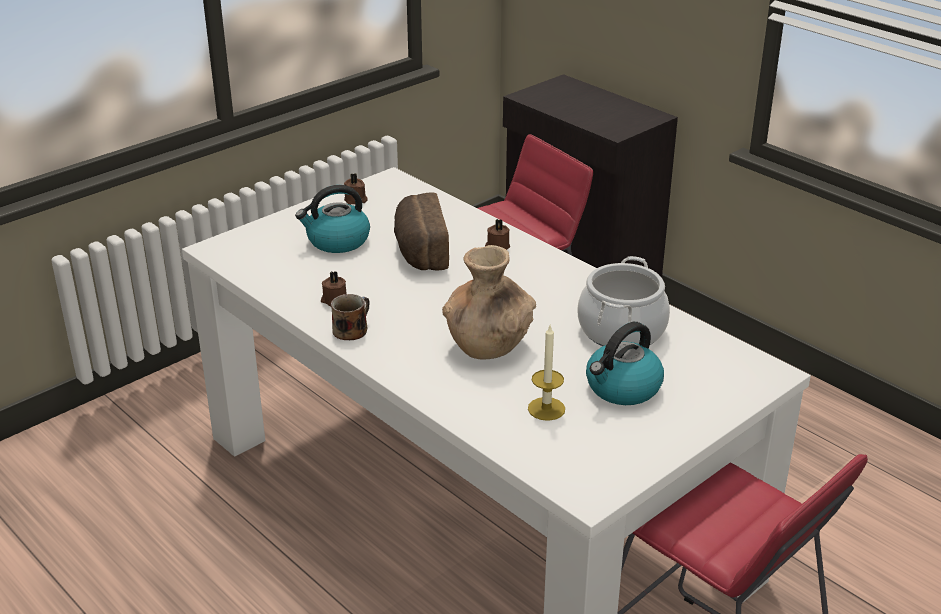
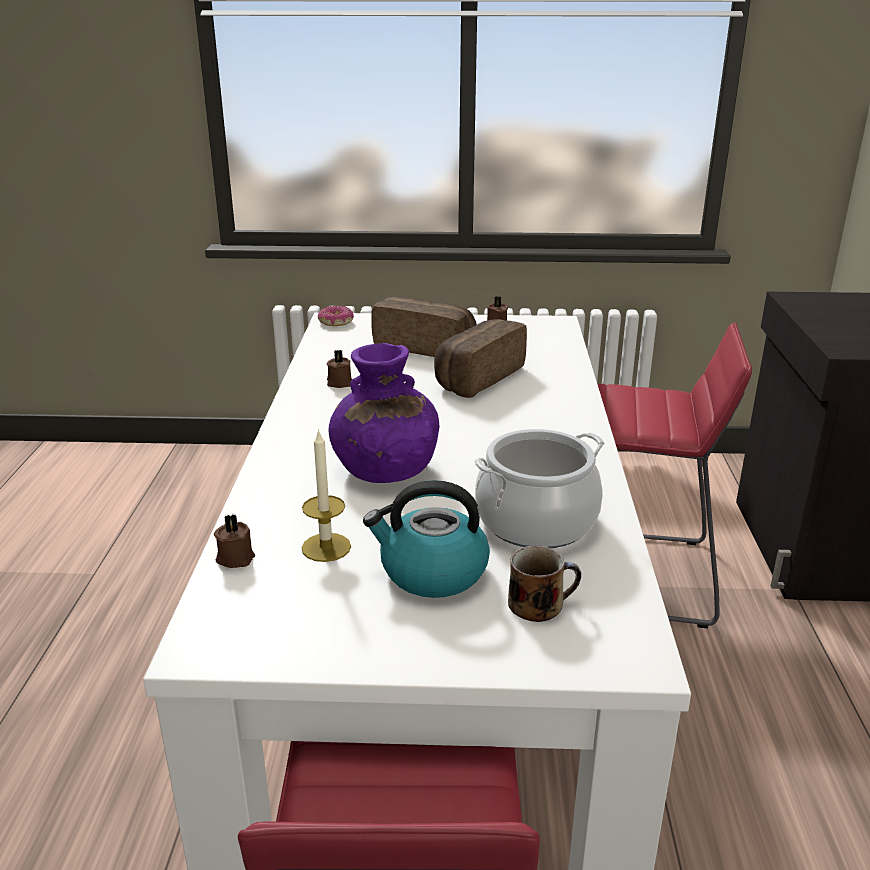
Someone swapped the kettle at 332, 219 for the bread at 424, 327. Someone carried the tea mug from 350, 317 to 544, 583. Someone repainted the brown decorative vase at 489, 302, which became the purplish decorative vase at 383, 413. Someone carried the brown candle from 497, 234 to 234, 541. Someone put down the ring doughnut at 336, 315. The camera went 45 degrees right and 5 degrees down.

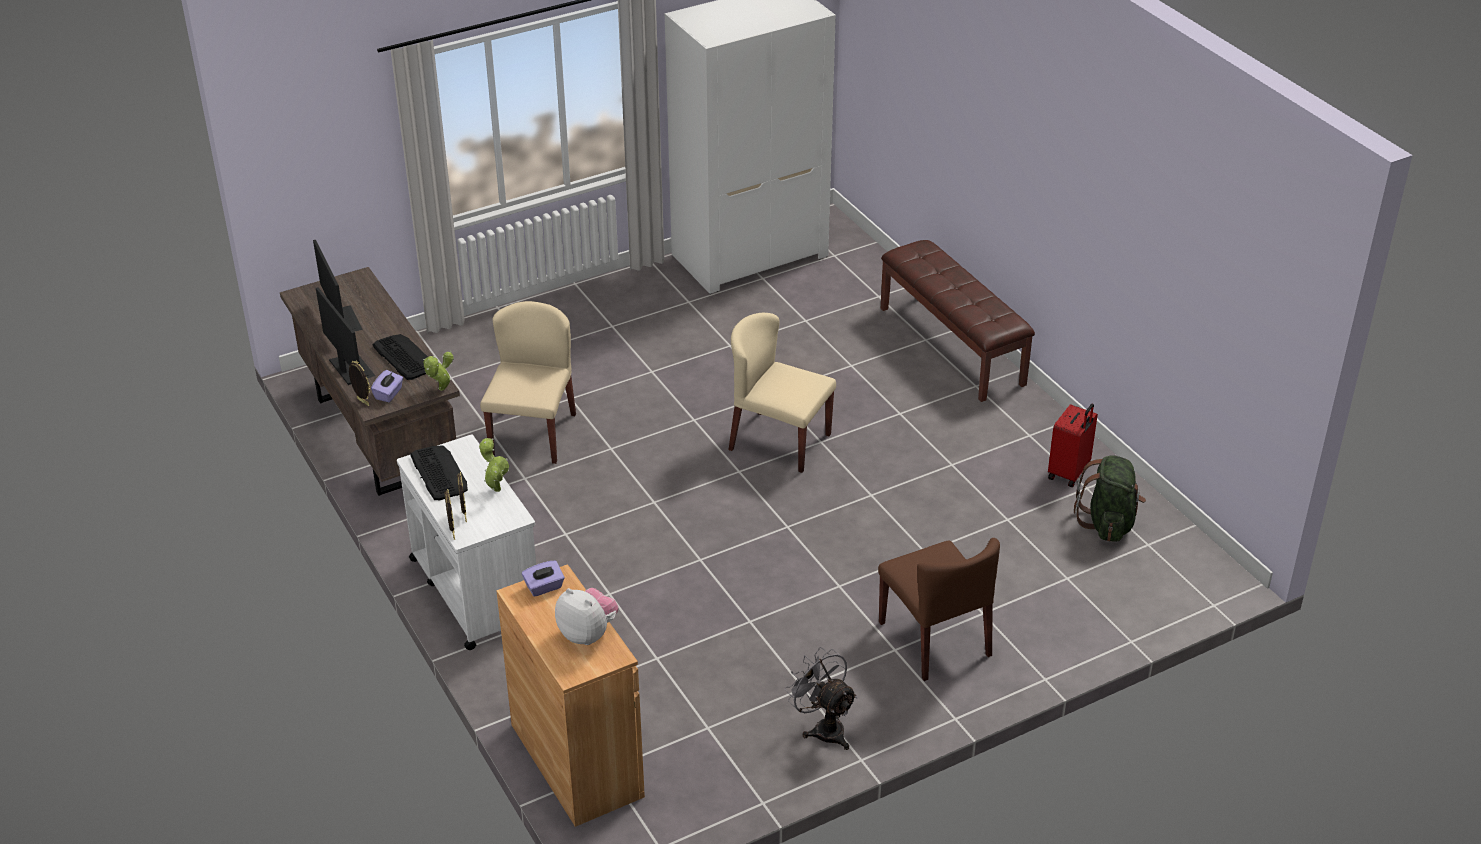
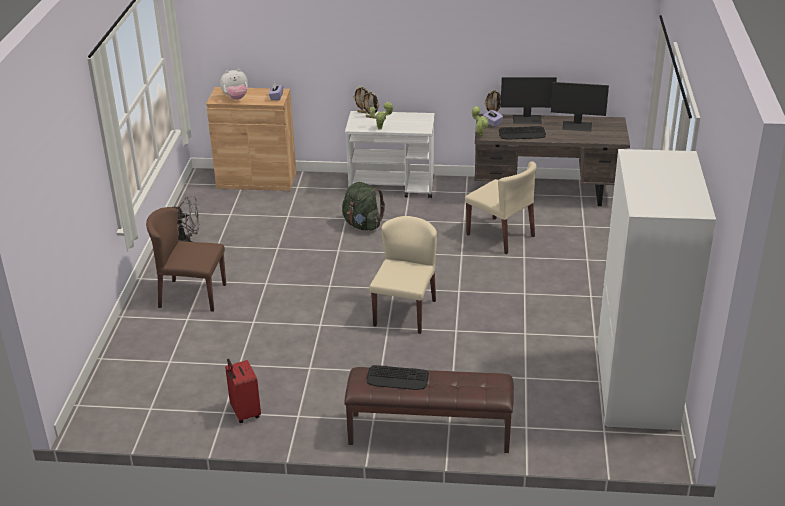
Someone carried the computer keyboard from 439, 472 to 397, 377. Someone rotated the sand-coloured upright chair at 782, 393 by 45 degrees counterclockwise. Someone carried the green backpack from 1110, 499 to 363, 206. The camera went 125 degrees right and 5 degrees down.

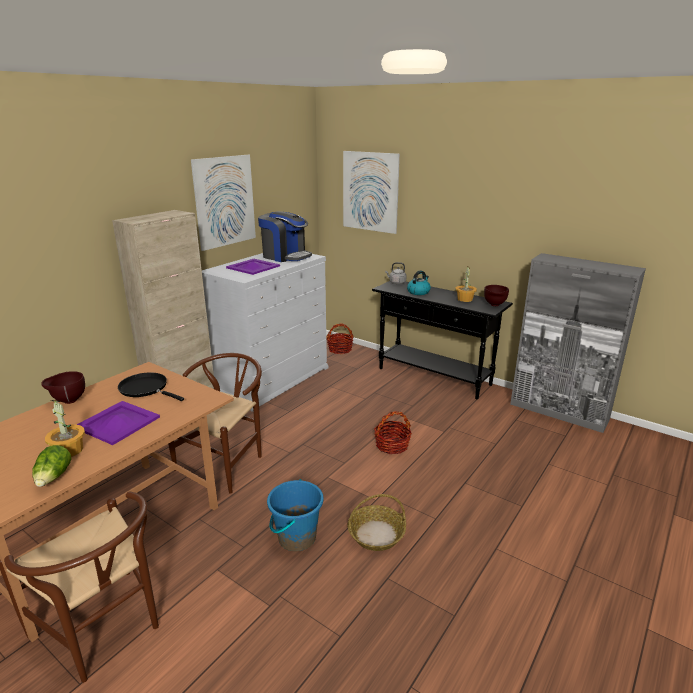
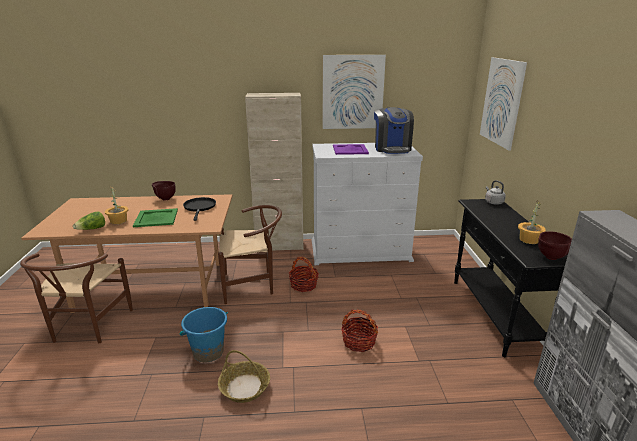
Someone repainted the purplish tray at 118, 423, which became the green tray at 155, 217. Someone carried the household basket from 339, 338 to 304, 274. Someone took away the kettle at 419, 282. The camera went 50 degrees right and 0 degrees up.

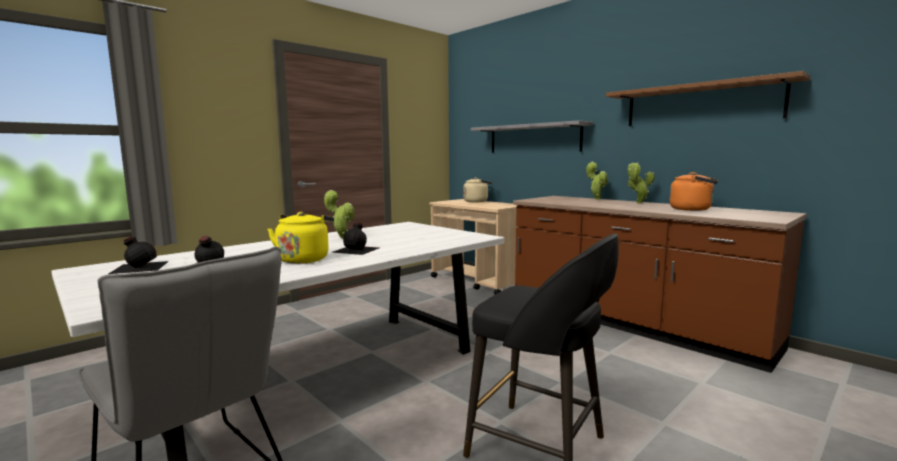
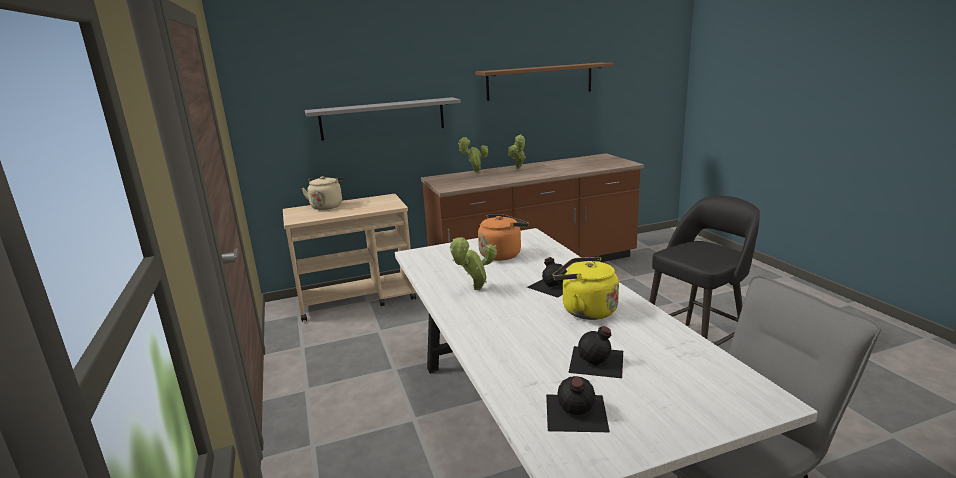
Someone carried the orange kettle from 693, 191 to 503, 237. The camera went 65 degrees left and 10 degrees up.

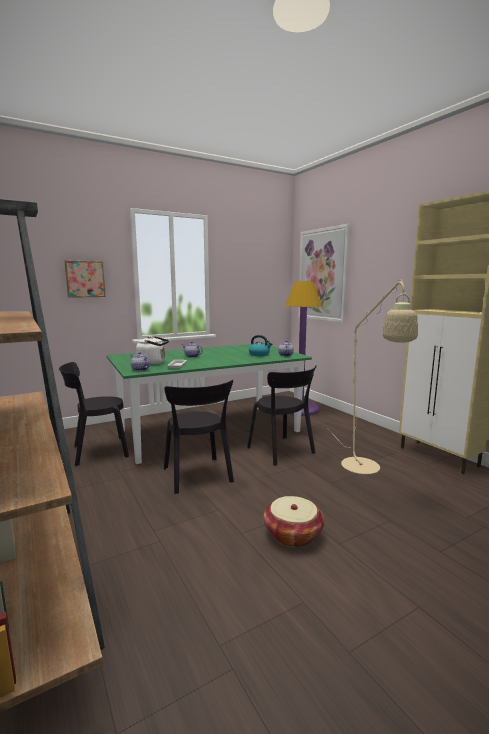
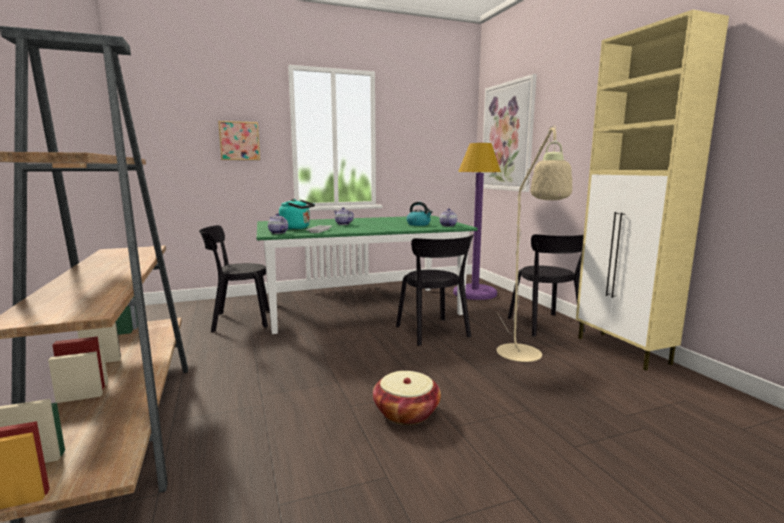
Someone repainted the whitish kettle at 152, 350, which became the blue-green kettle at 297, 214. Someone carried the black-coloured upright chair from 199, 437 to 546, 285. The camera went 10 degrees right and 0 degrees up.

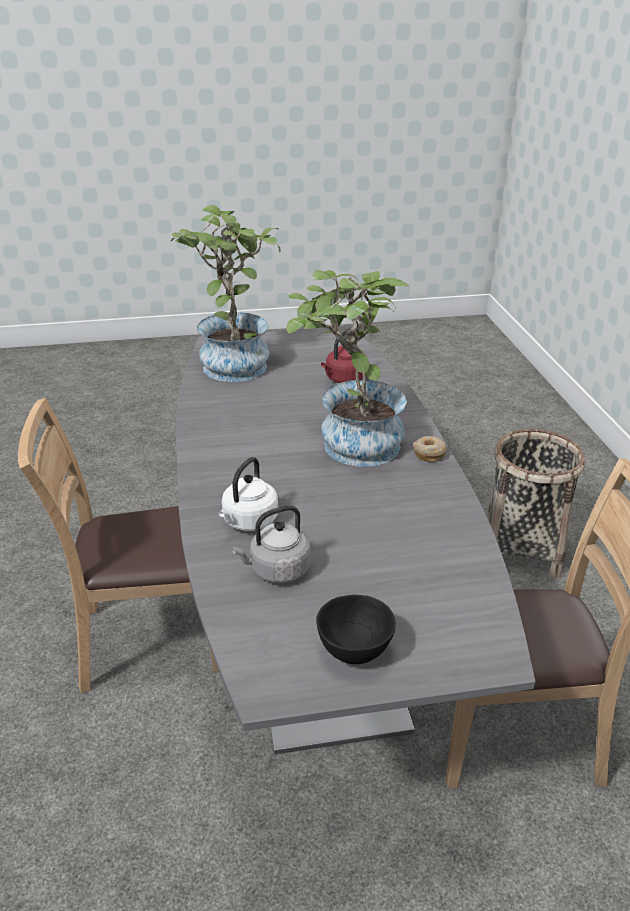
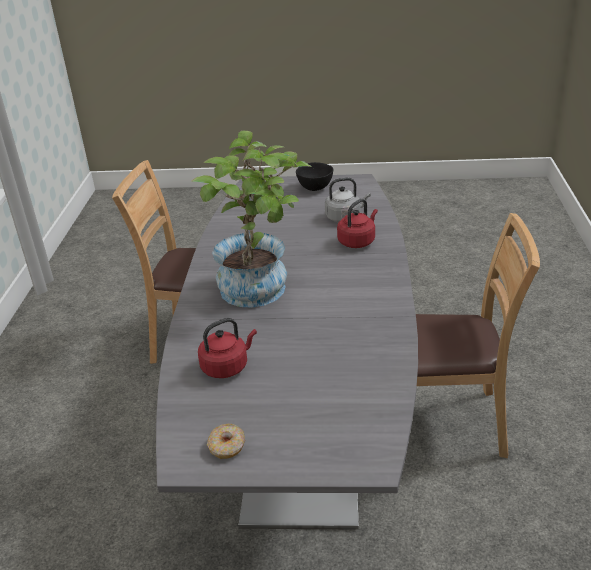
Someone took away the potted plant at 226, 293. Someone repainted the whitish kettle at 248, 494, which became the red kettle at 357, 223. Someone carried the ring doughnut from 430, 449 to 226, 441. Someone took away the household basket at 536, 503. The camera went 165 degrees left and 0 degrees up.

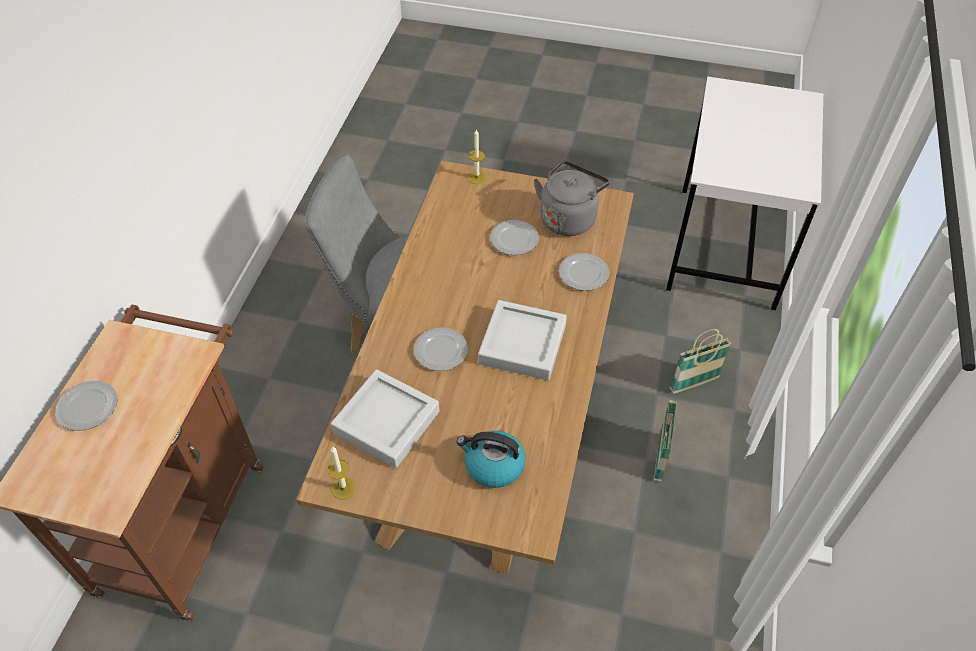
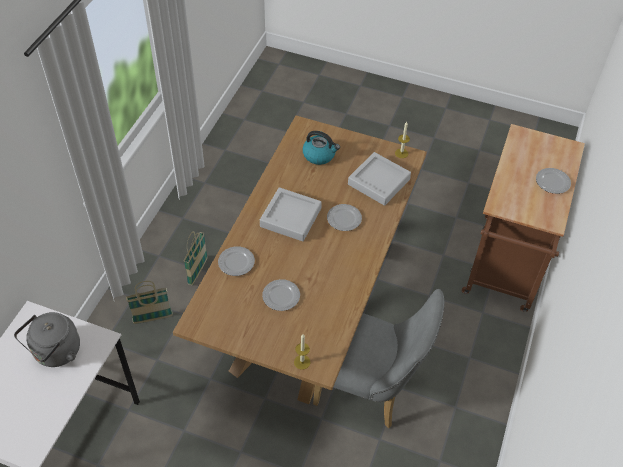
Someone carried the grey kettle from 572, 198 to 47, 339. The camera went 175 degrees left and 0 degrees up.

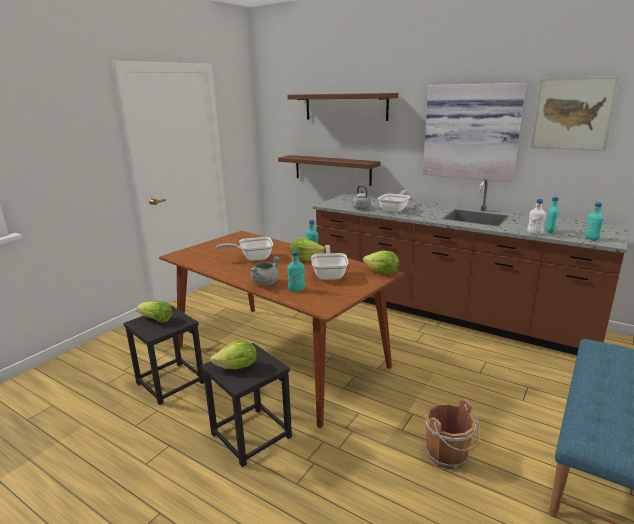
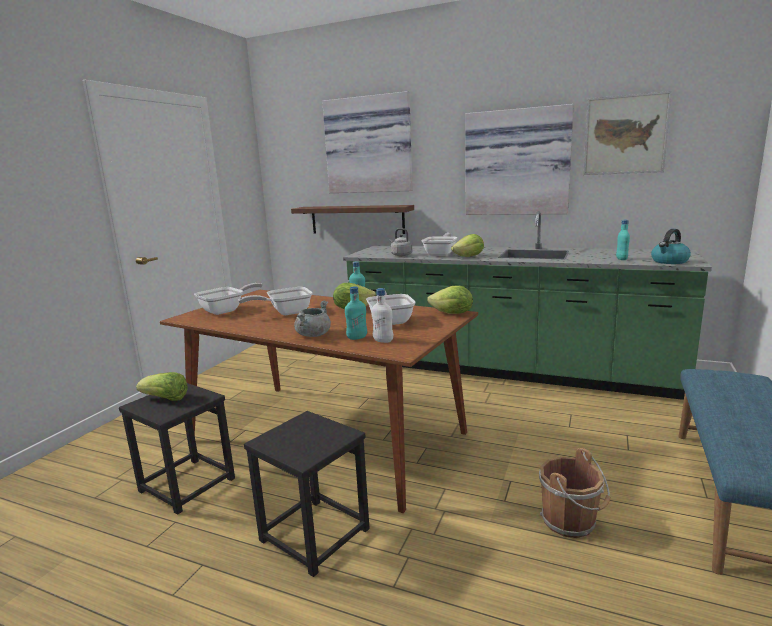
Someone carried the head of lettuce from 233, 354 to 467, 245. Someone swapped the brown shelf at 343, 107 for the picture at 367, 142. Someone repainted the brown kitchen counter at 470, 266, which became the green kitchen counter at 527, 305. Someone carried the whitish beverage bottle from 536, 217 to 382, 315. Someone swapped the blue-green beverage bottle at 594, 221 for the kettle at 671, 246. Someone put down the pan at 228, 299. The camera went 10 degrees left and 5 degrees down.

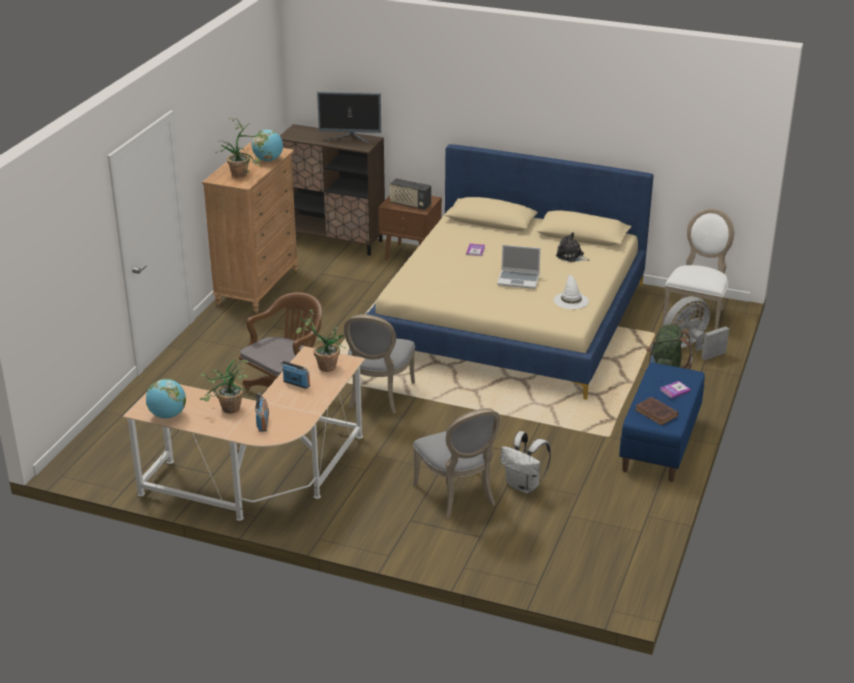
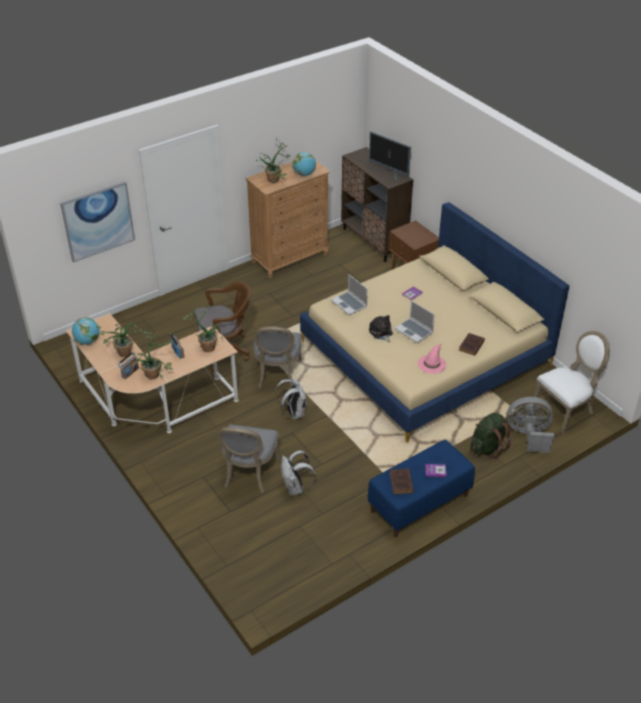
Someone rotated the grey upright chair at 379, 363 by 45 degrees counterclockwise. Someone took away the radio set at 410, 194. Someone repainted the whitish wearable hat at 571, 291, which became the pink-coloured wearable hat at 432, 359. Someone carried the soft toy from 573, 247 to 381, 328. Someone put up the picture at 97, 222. Someone put down the potted plant at 152, 355. Someone put down the whitish backpack at 291, 399. Someone put down the notebook computer at 349, 294. Someone put down the brown volume at 472, 344. The camera went 35 degrees right and 10 degrees up.

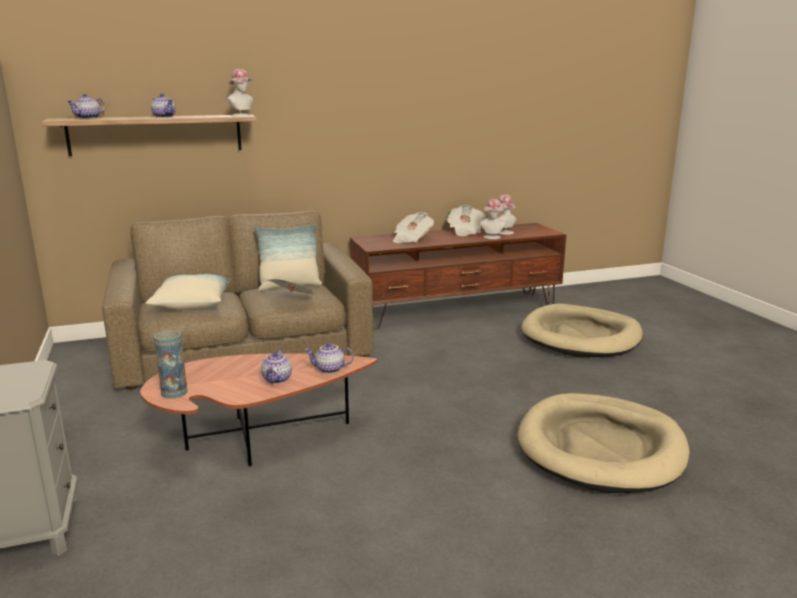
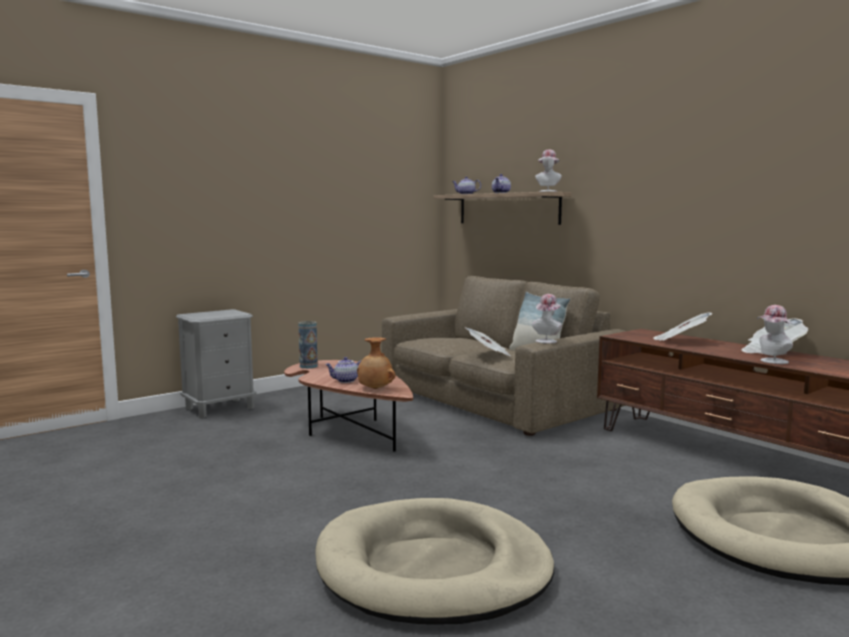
Someone took away the pillow at 188, 291. Someone swapped the pot for tea at 329, 358 for the brown decorative vase at 376, 363. Someone carried the wearable hat from 507, 214 to 547, 319. The camera went 70 degrees right and 10 degrees down.

